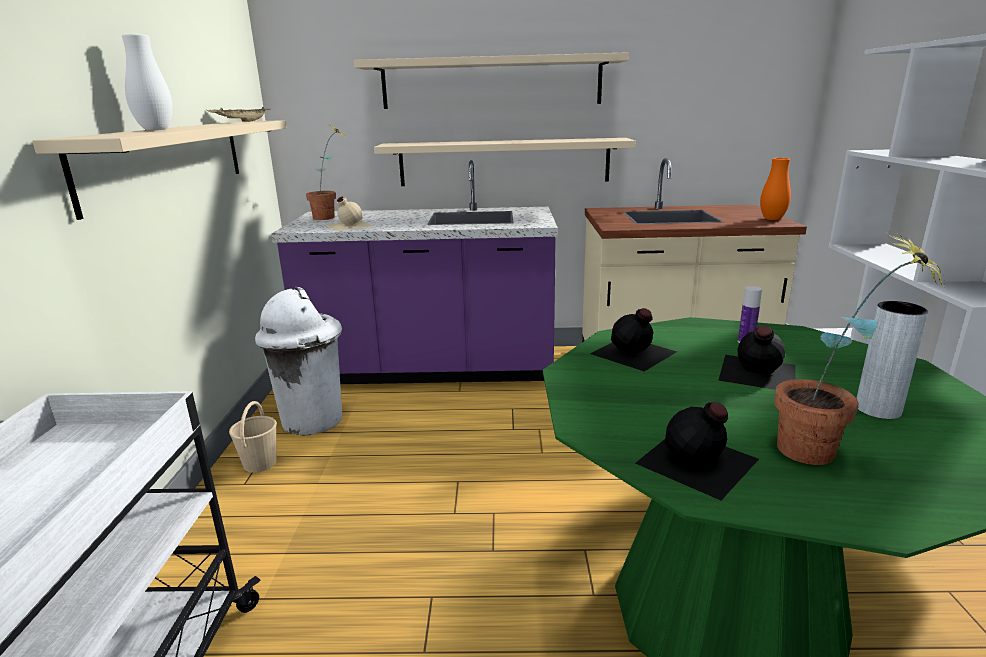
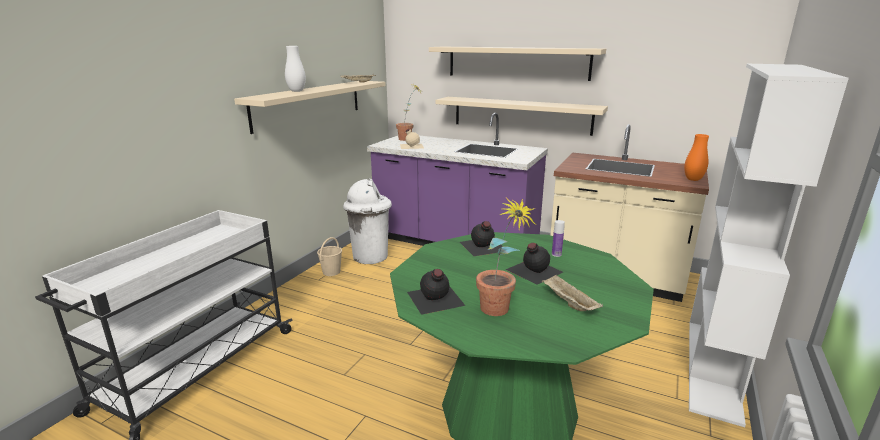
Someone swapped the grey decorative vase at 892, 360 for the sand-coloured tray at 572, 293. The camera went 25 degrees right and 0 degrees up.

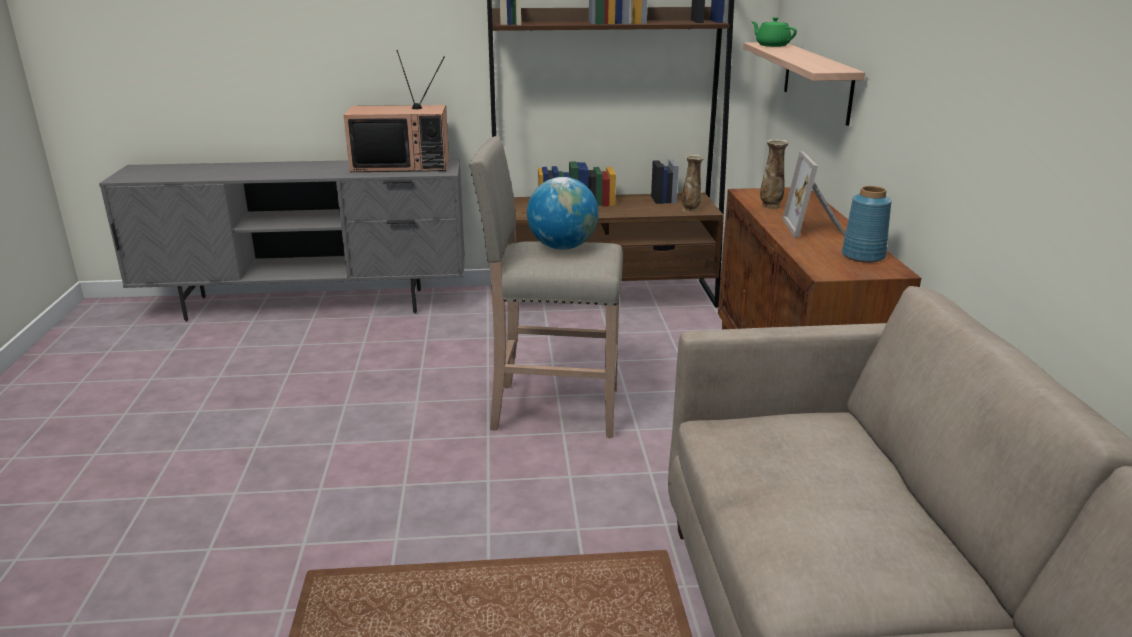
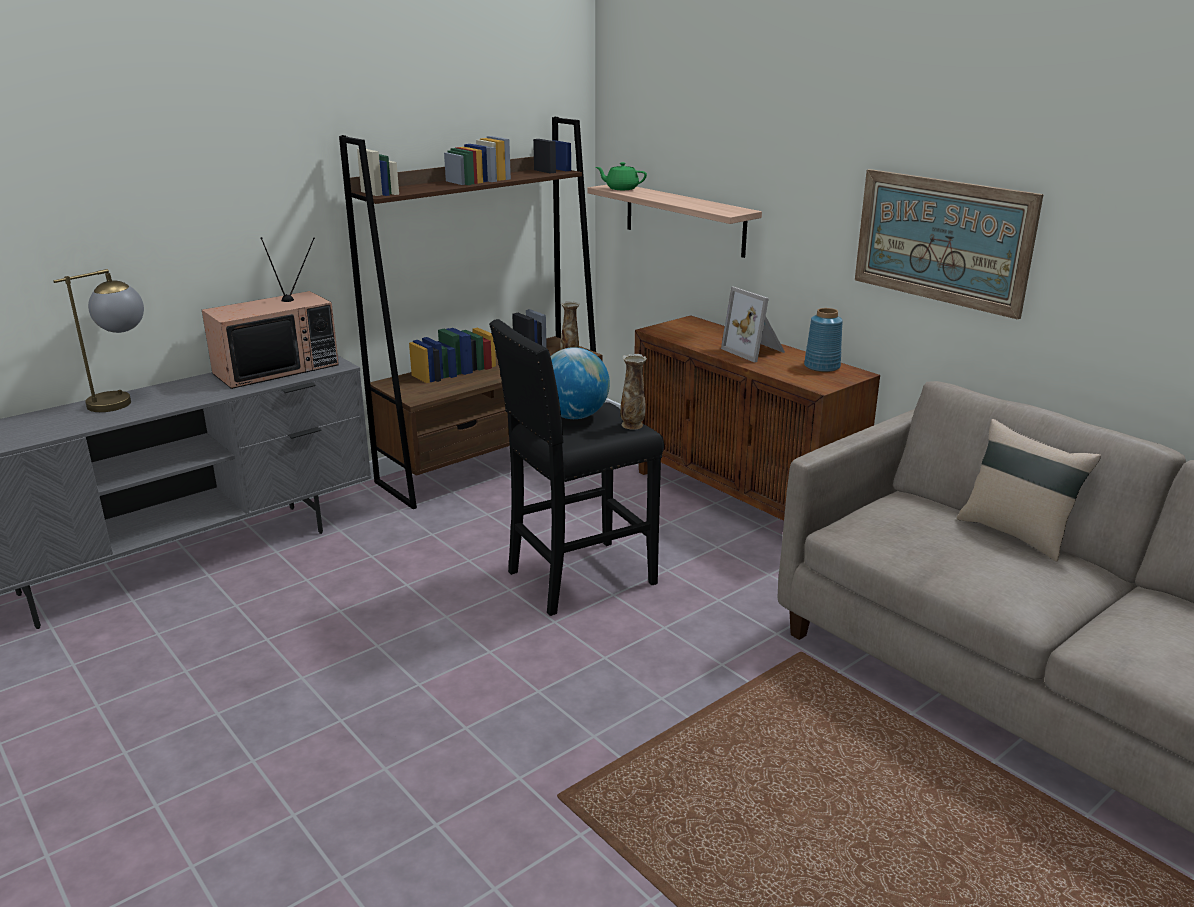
Someone repainted the sand-coloured stool at 546, 287, which became the black-coloured stool at 576, 467. Someone carried the decorative vase from 774, 174 to 633, 392. Someone put down the table lamp at 98, 340. Someone put up the picture at 949, 244. Someone put down the sand-coloured pillow at 1029, 490. The camera went 35 degrees left and 0 degrees up.

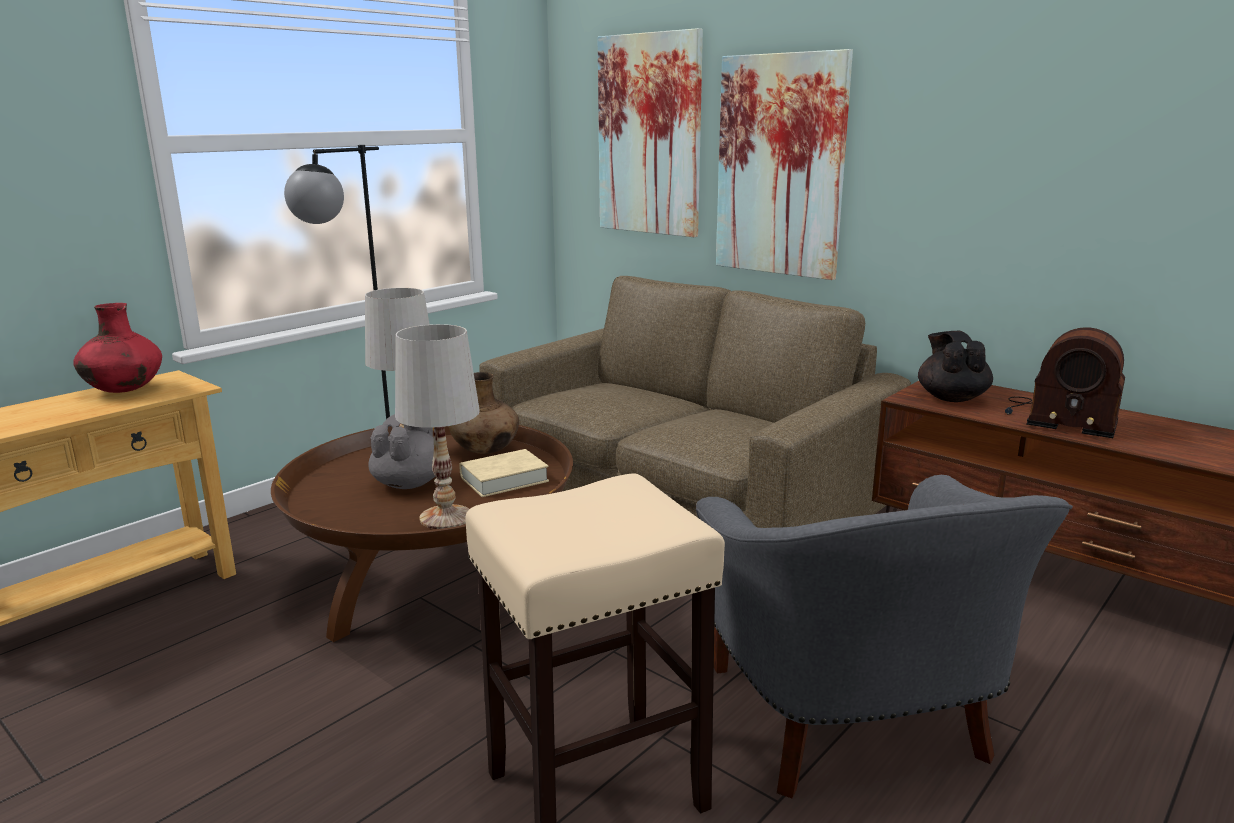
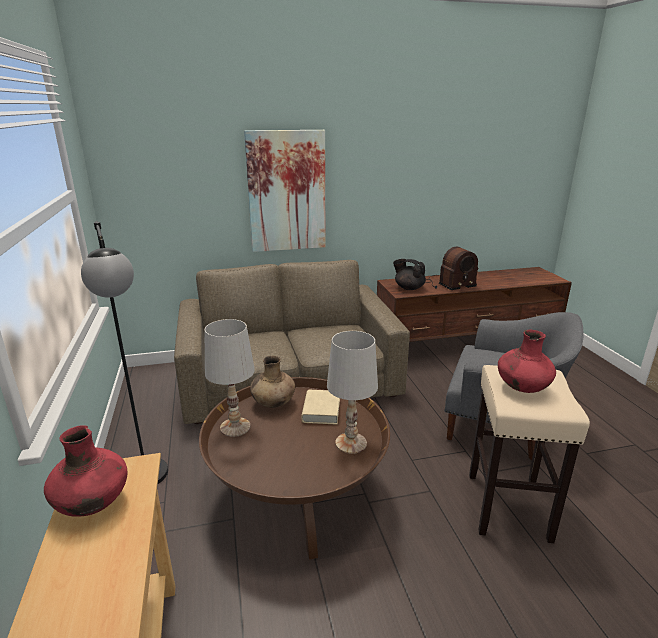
Someone took away the grey pot for tea at 401, 451. Someone took away the picture at 650, 132. Someone put down the red decorative vase at 527, 361. The camera went 55 degrees left and 5 degrees up.

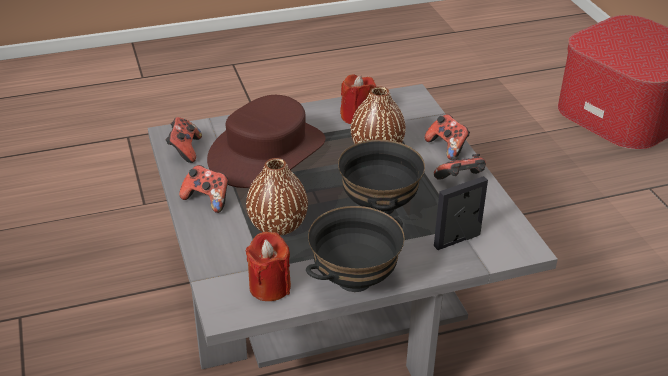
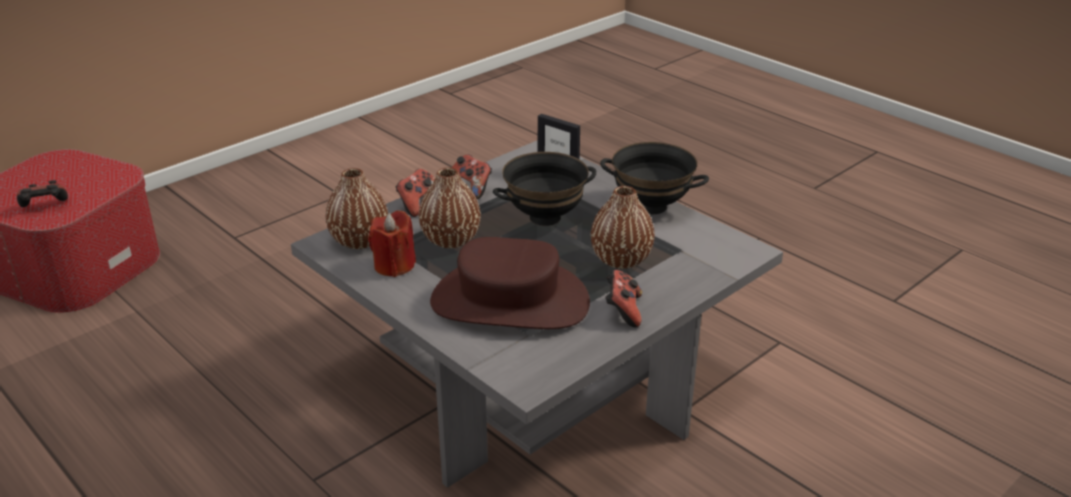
Someone carried the game controller from 184, 140 to 42, 193. Someone took away the red candle at 268, 266. Someone put down the brown decorative vase at 356, 208. The camera went 115 degrees left and 5 degrees down.

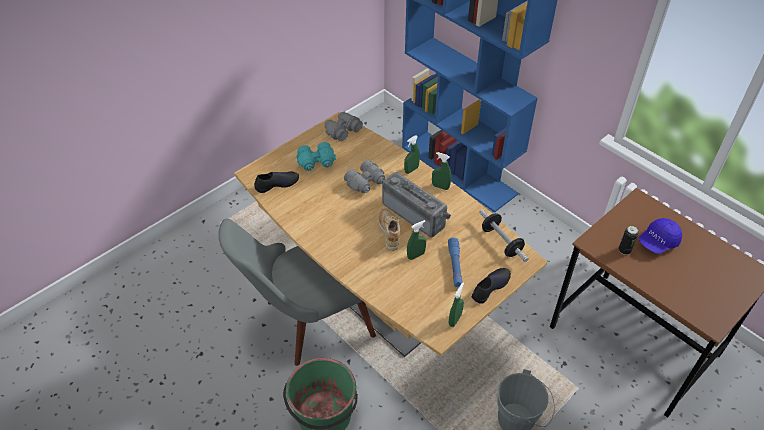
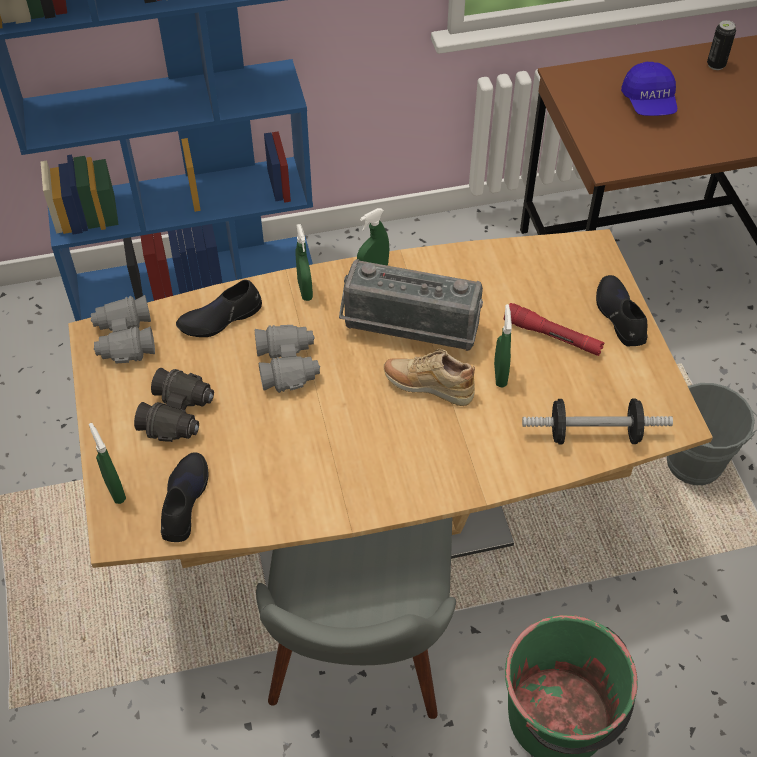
Someone repainted the blue-green field glasses at 316, 156, which became the black-coloured field glasses at 174, 405. Someone rotated the radio set at 416, 205 by 150 degrees counterclockwise. Someone repainted the blue-coloured hand torch at 455, 262, which became the red hand torch at 554, 329. Someone carried the green hand sprayer from 456, 304 to 107, 463. Someone carried the dumbbell from 503, 235 to 597, 421. Someone carried the metal can from 629, 240 to 721, 45. Someone put down the black-coloured shoe at 219, 308. The camera went 60 degrees left and 5 degrees up.

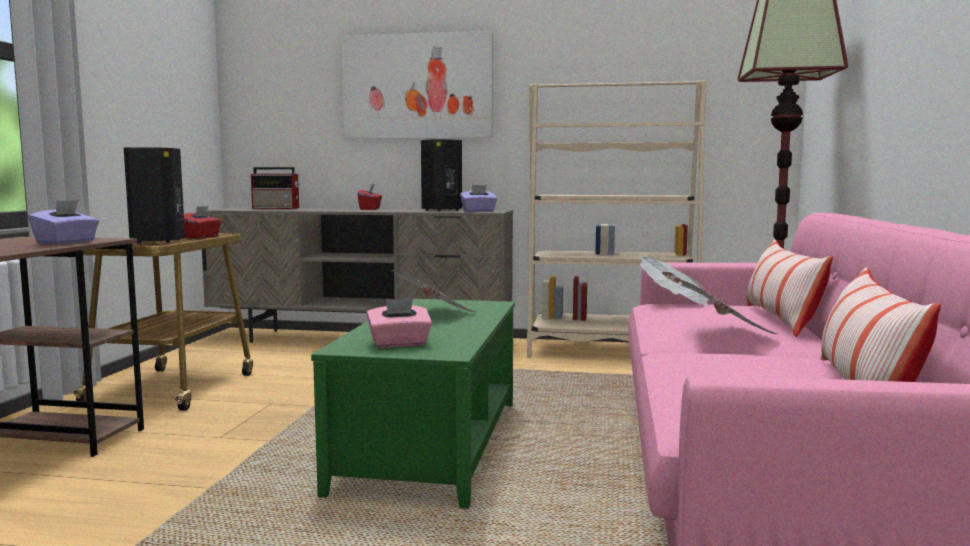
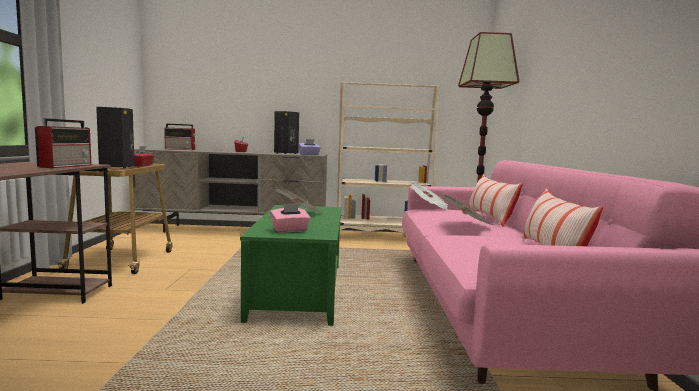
Someone swapped the purplish tissue box at 63, 222 for the radio set at 63, 143. Someone took away the picture at 417, 85. The camera went 10 degrees left and 0 degrees up.

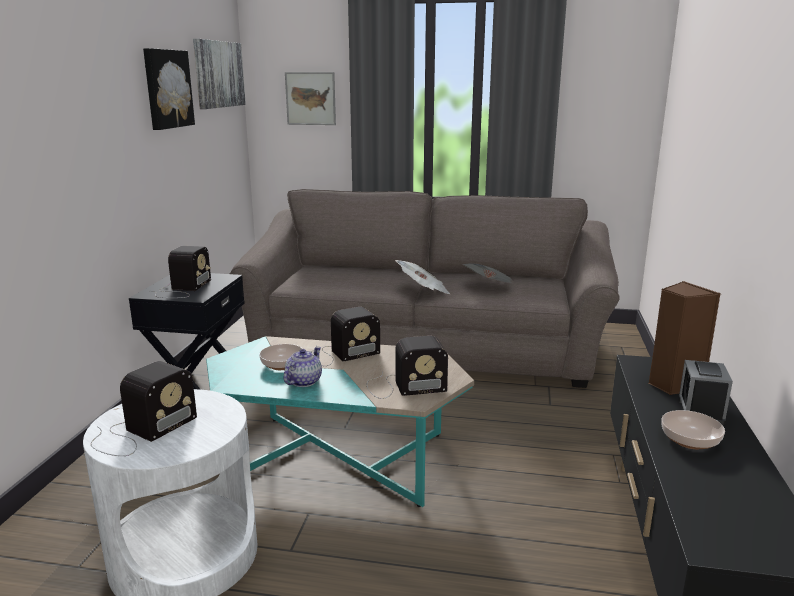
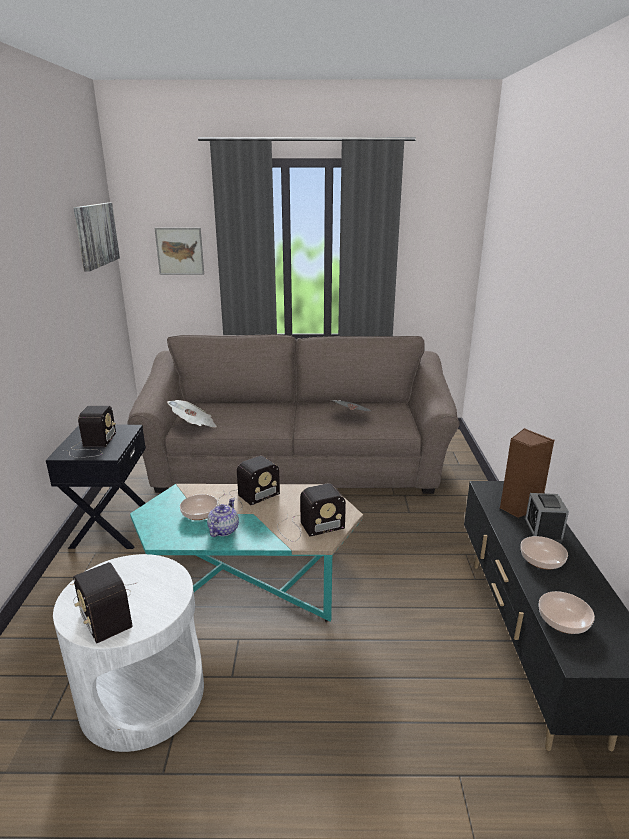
Someone rotated the radio set at 144, 408 by 120 degrees clockwise. Someone took away the picture at 169, 89. Someone carried the newspaper from 422, 277 to 192, 414. Someone put down the serving bowl at 567, 612. The camera went 10 degrees left and 5 degrees up.

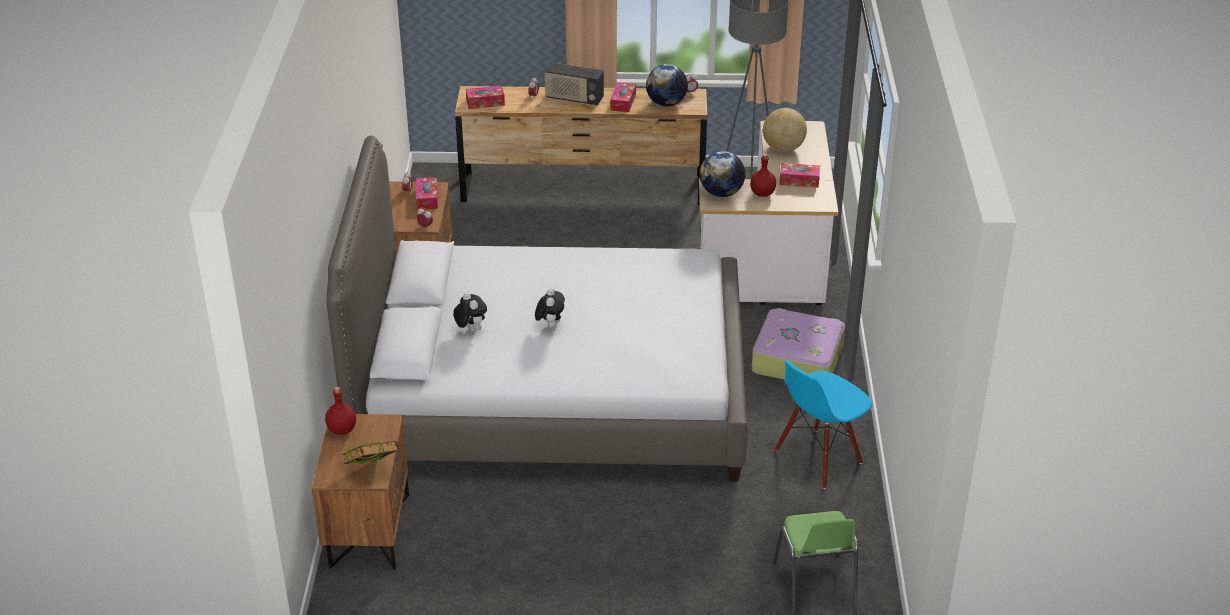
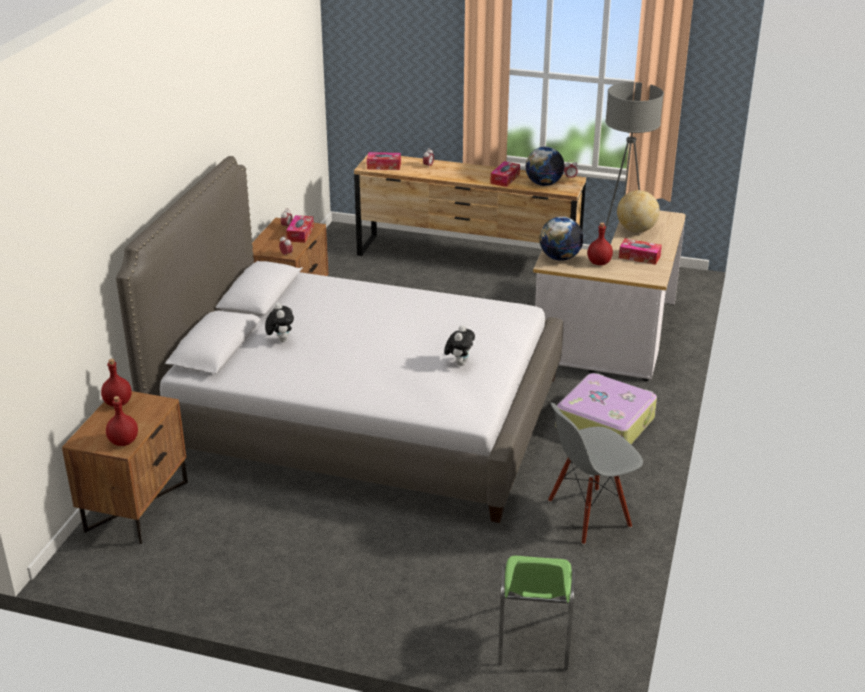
Someone swapped the volume at 370, 452 for the red beverage bottle at 122, 421. Someone carried the soft toy from 550, 308 to 459, 345. Someone took away the radio set at 574, 84. Someone repainted the blue-coloured upright chair at 823, 424, which became the grey upright chair at 595, 474. The camera went 15 degrees right and 5 degrees down.

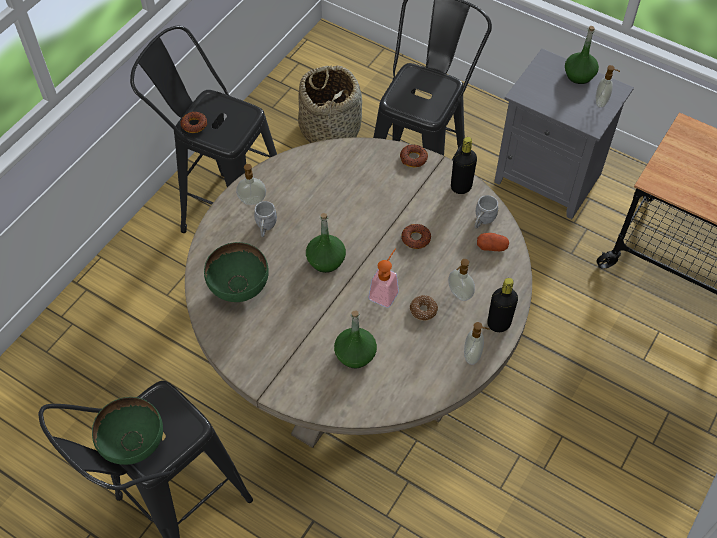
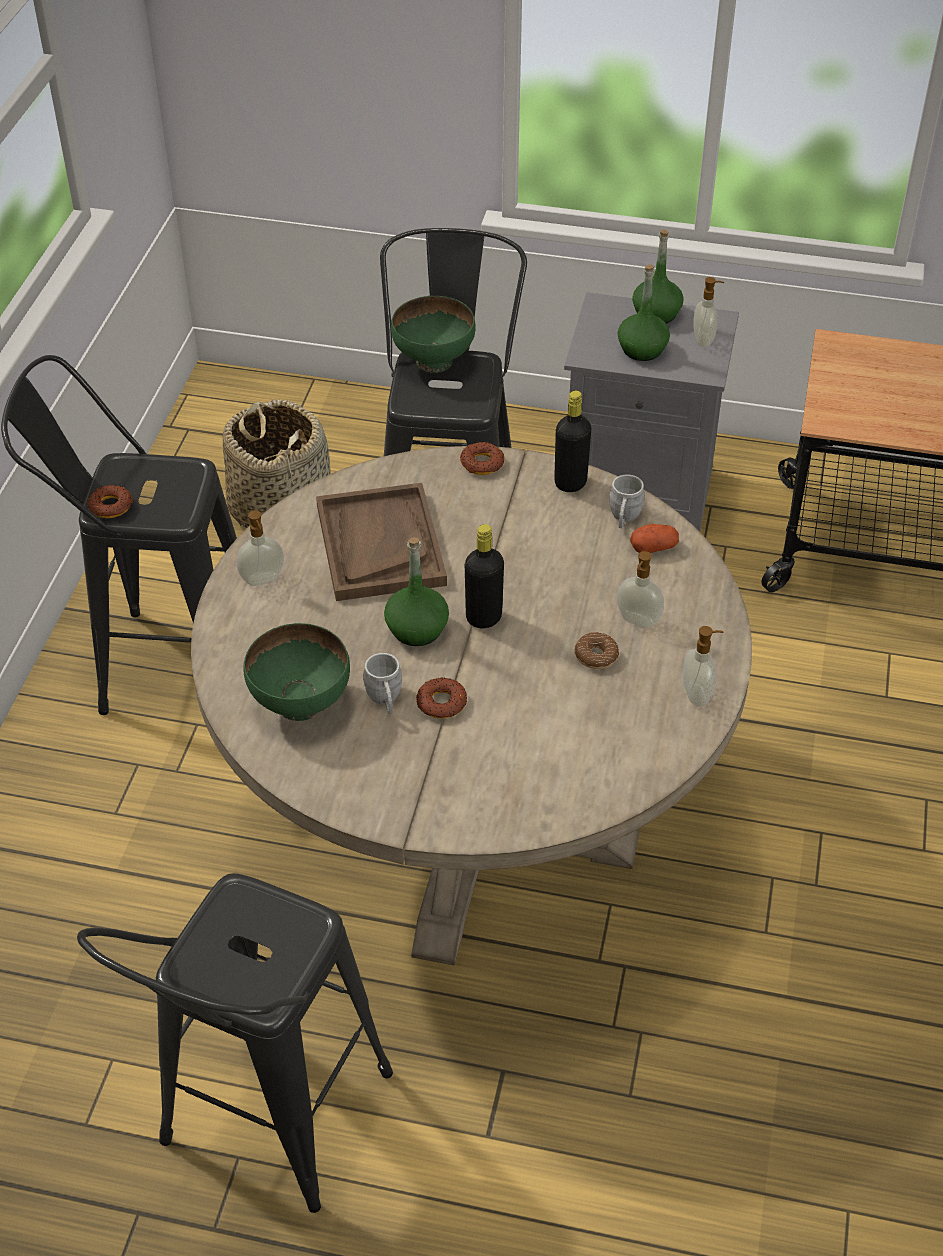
Someone carried the green serving bowl from 127, 431 to 433, 334. Someone carried the grey tea mug from 265, 219 to 382, 683. Someone carried the green beverage bottle from 355, 339 to 644, 313. Someone took away the soap bottle at 383, 278. Someone carried the ring doughnut from 416, 236 to 441, 698. Someone carried the black-coloured beverage bottle from 502, 305 to 484, 576. Someone put down the brown tray at 381, 542. The camera went 20 degrees left and 10 degrees down.

